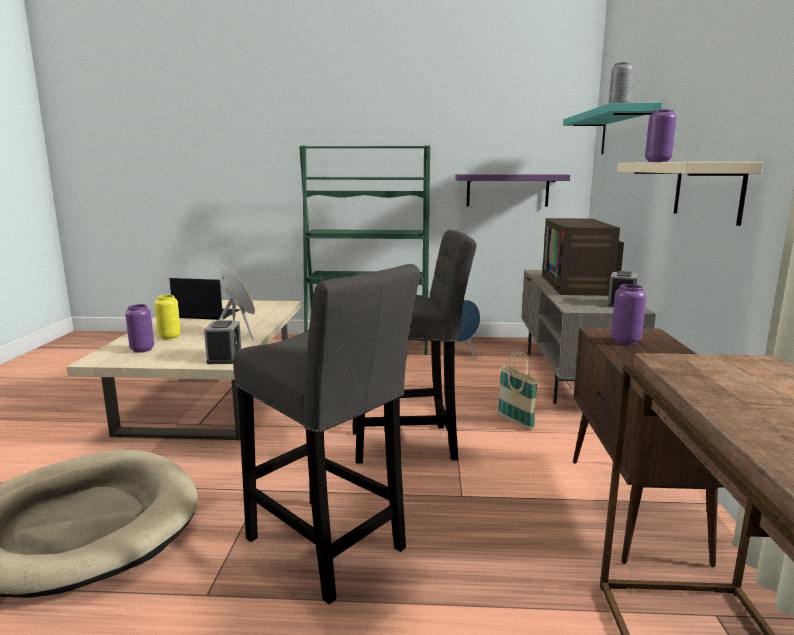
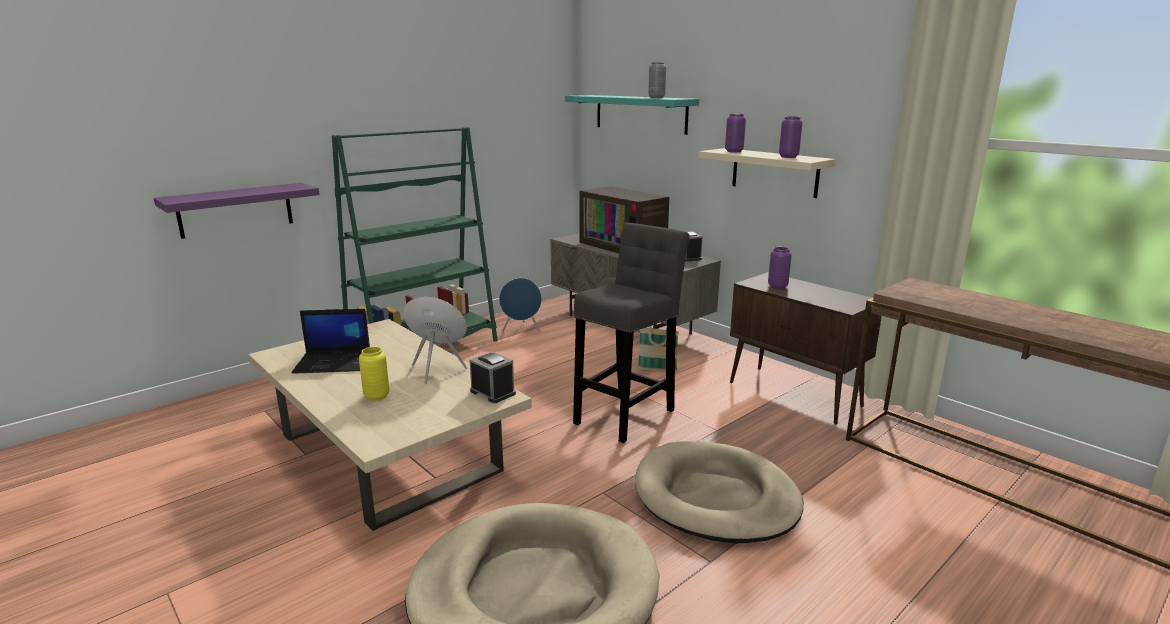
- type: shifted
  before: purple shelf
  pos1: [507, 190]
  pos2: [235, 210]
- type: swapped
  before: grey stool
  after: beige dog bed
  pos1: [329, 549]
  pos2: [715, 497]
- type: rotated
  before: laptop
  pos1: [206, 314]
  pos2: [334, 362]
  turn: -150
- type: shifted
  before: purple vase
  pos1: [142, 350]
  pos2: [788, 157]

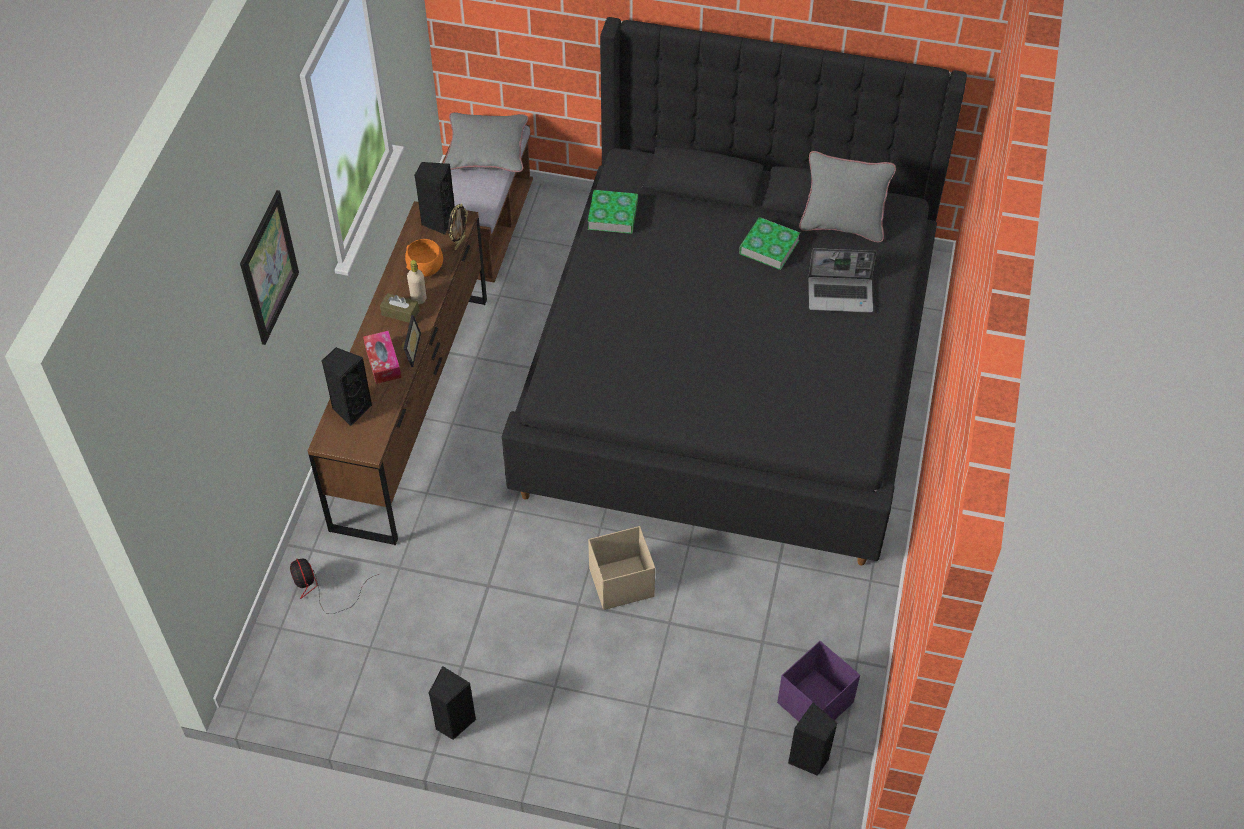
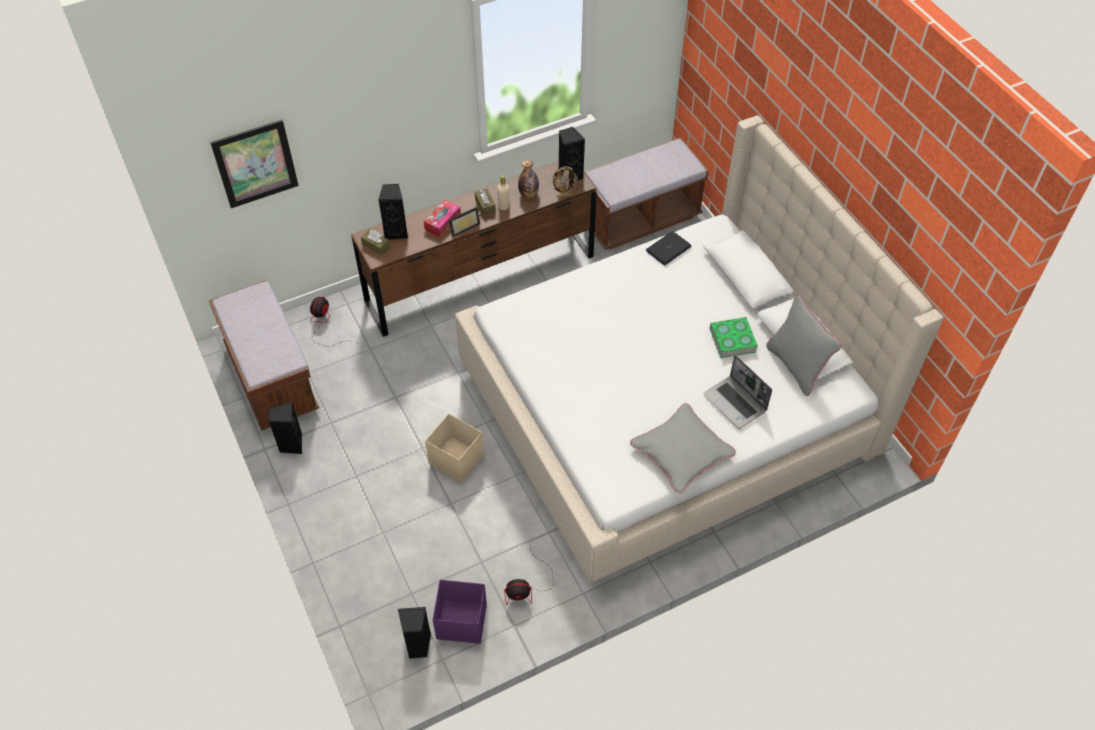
- type: repainted
  before: black bed
  after: beige bed
  pos1: [731, 372]
  pos2: [669, 409]
- type: shifted
  before: grey pillow
  pos1: [486, 149]
  pos2: [681, 452]
- type: shifted
  before: picture
  pos1: [269, 268]
  pos2: [255, 164]
- type: swapped
  before: book
  after: laptop
  pos1: [613, 215]
  pos2: [668, 249]
- type: swapped
  before: orange bowl
  after: bottle
  pos1: [426, 269]
  pos2: [528, 194]
- type: new
  after: brown tissue box
  pos2: [376, 246]
- type: new
  after: brown bench
  pos2: [271, 379]
- type: new
  after: fan
  pos2: [527, 588]

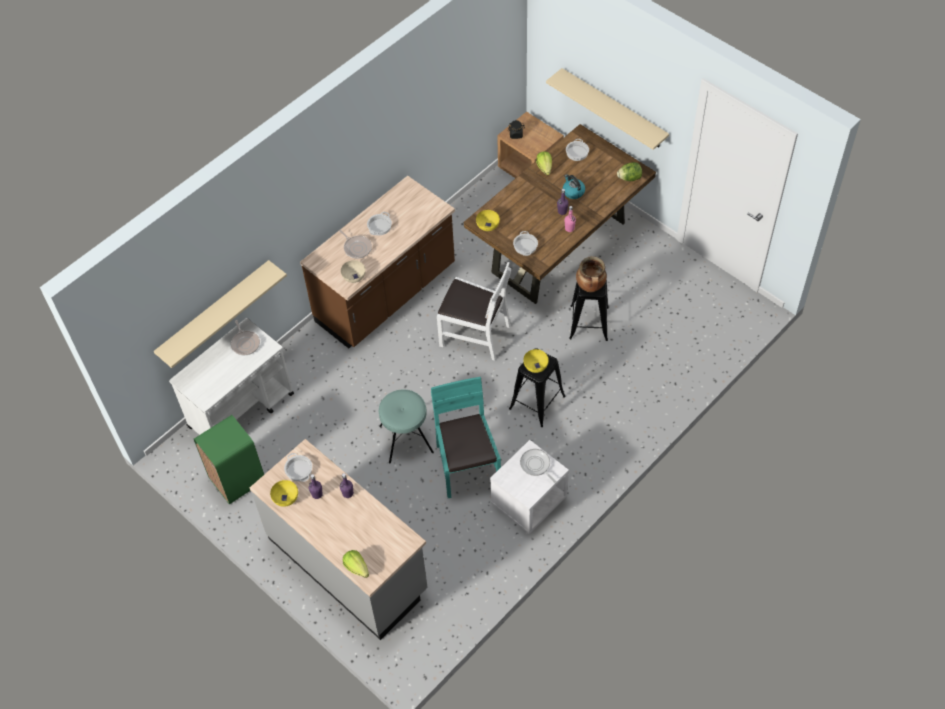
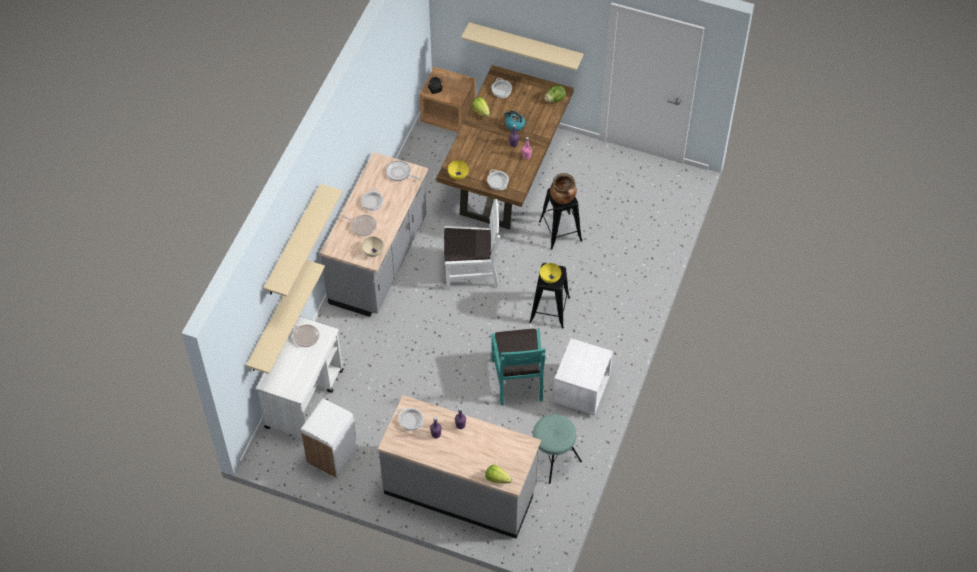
- type: repainted
  before: brown counter
  after: grey counter
  pos1: [386, 295]
  pos2: [379, 261]
- type: rotated
  before: turquoise chair
  pos1: [467, 466]
  pos2: [518, 379]
  turn: -150
- type: shifted
  before: turquoise stool
  pos1: [406, 439]
  pos2: [553, 458]
- type: repainted
  before: green trash can
  after: white trash can
  pos1: [237, 479]
  pos2: [331, 456]
- type: shifted
  before: frying pan
  pos1: [536, 465]
  pos2: [399, 173]
- type: gone
  before: yellow bowl
  pos1: [285, 498]
- type: new
  after: beige shelf
  pos2: [293, 241]

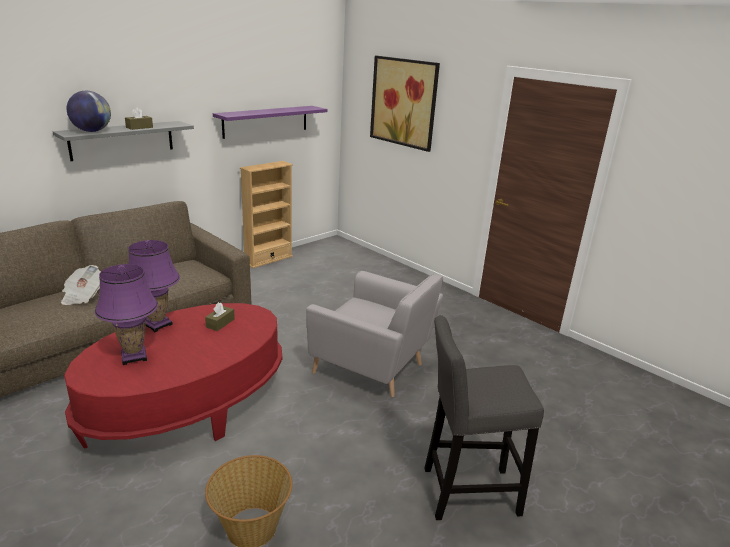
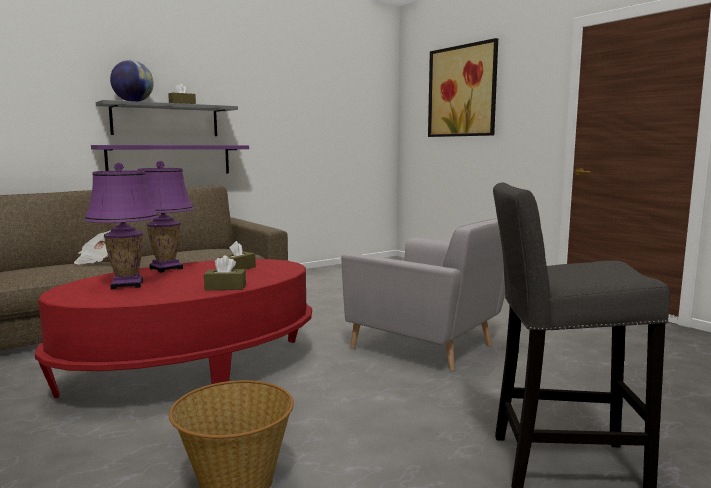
- type: shifted
  before: purple shelf
  pos1: [266, 121]
  pos2: [170, 160]
- type: gone
  before: beige bookcase
  pos1: [268, 259]
- type: new
  after: brown tissue box
  pos2: [225, 287]

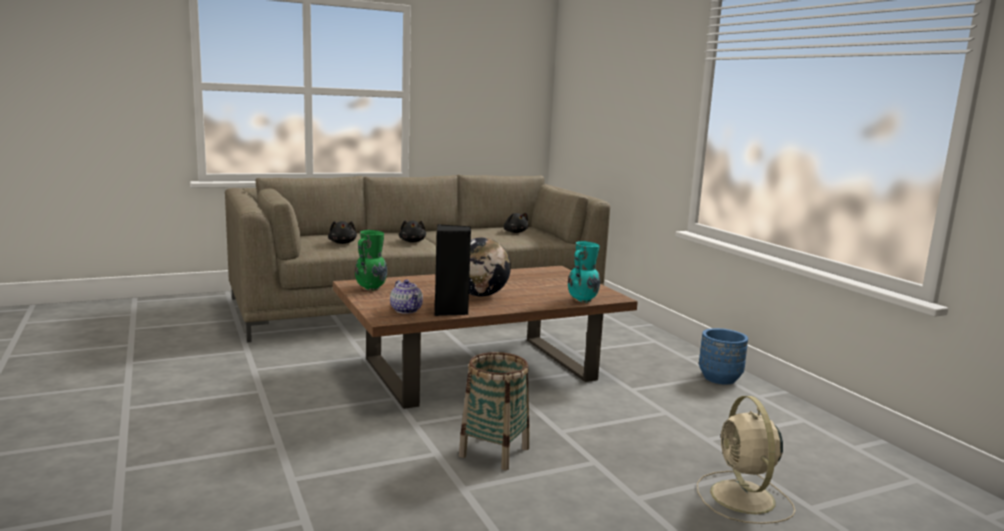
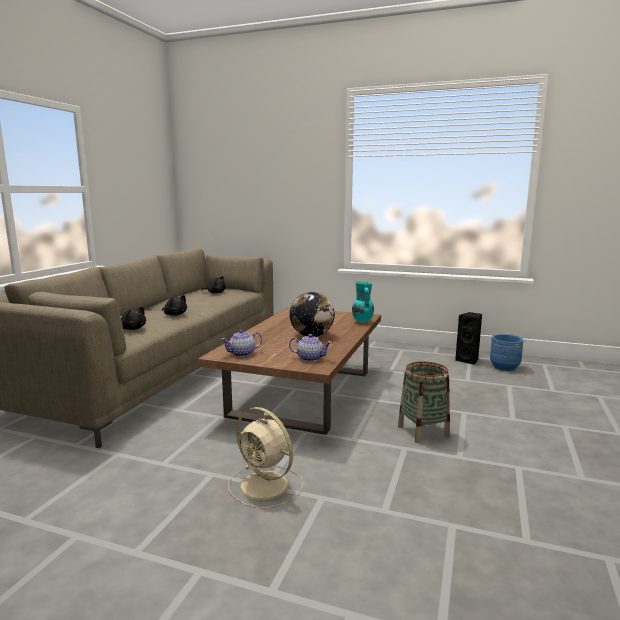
- type: shifted
  before: black speaker
  pos1: [451, 311]
  pos2: [468, 360]
- type: swapped
  before: green vase
  after: teapot
  pos1: [371, 288]
  pos2: [242, 354]
- type: shifted
  before: blue planter
  pos1: [720, 378]
  pos2: [504, 367]
- type: shifted
  before: beige fan
  pos1: [743, 499]
  pos2: [266, 486]

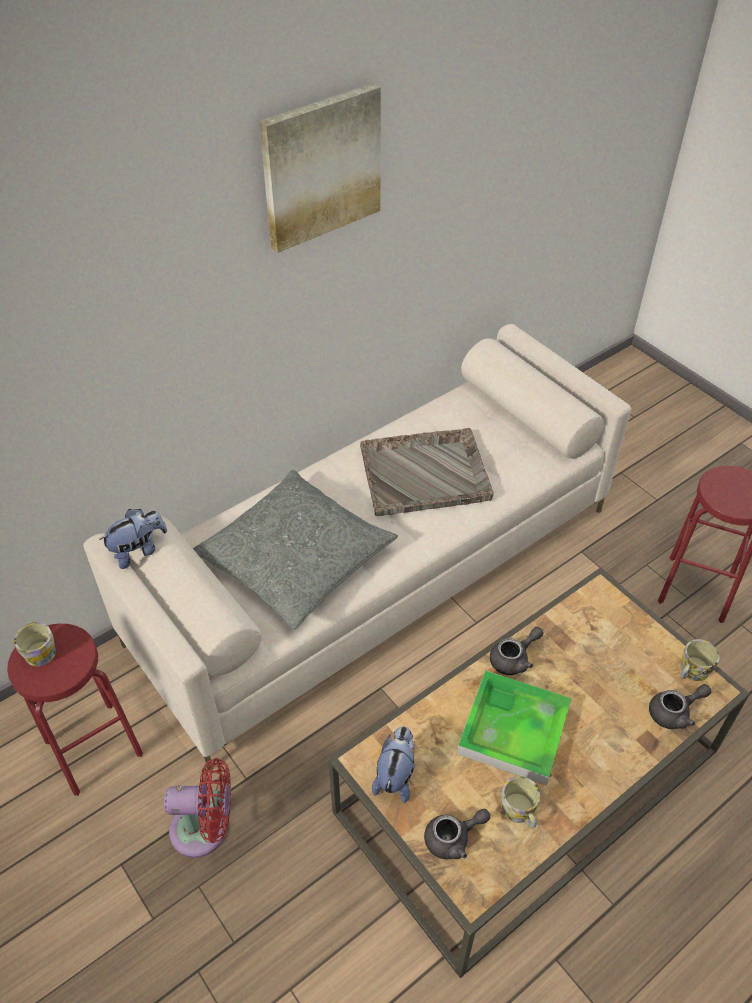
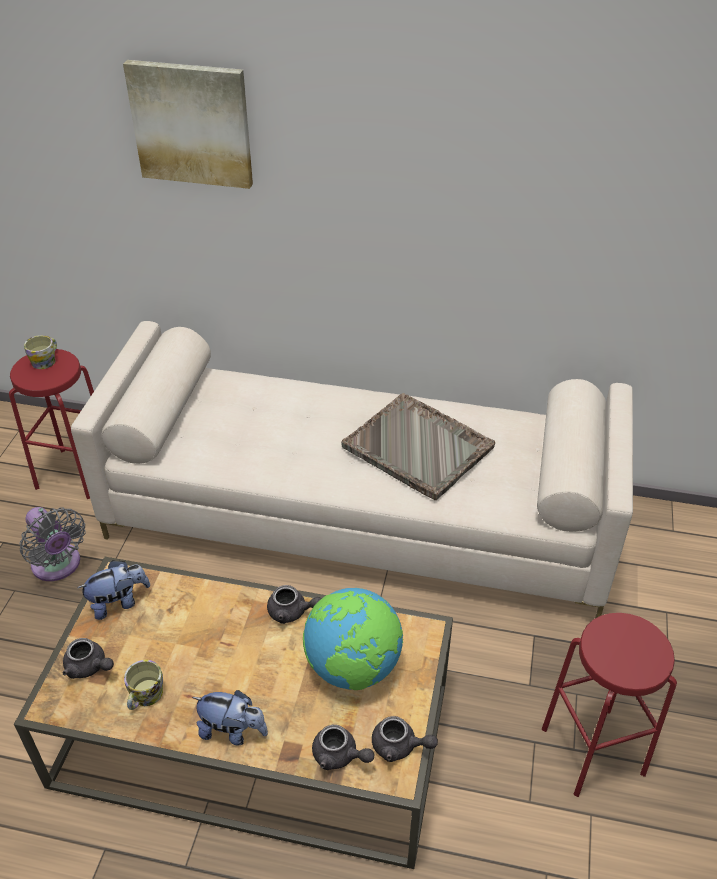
- type: shifted
  before: picture
  pos1: [320, 167]
  pos2: [192, 123]
- type: gone
  before: grey pillow
  pos1: [295, 559]
- type: shifted
  before: plush toy
  pos1: [138, 551]
  pos2: [232, 731]
- type: swapped
  before: mug
  after: grey teapot
  pos1: [691, 671]
  pos2: [399, 746]
- type: gone
  before: tray
  pos1: [513, 730]
- type: repainted
  before: red fan
  after: grey fan
  pos1: [205, 829]
  pos2: [58, 566]
- type: new
  after: globe
  pos2: [353, 667]

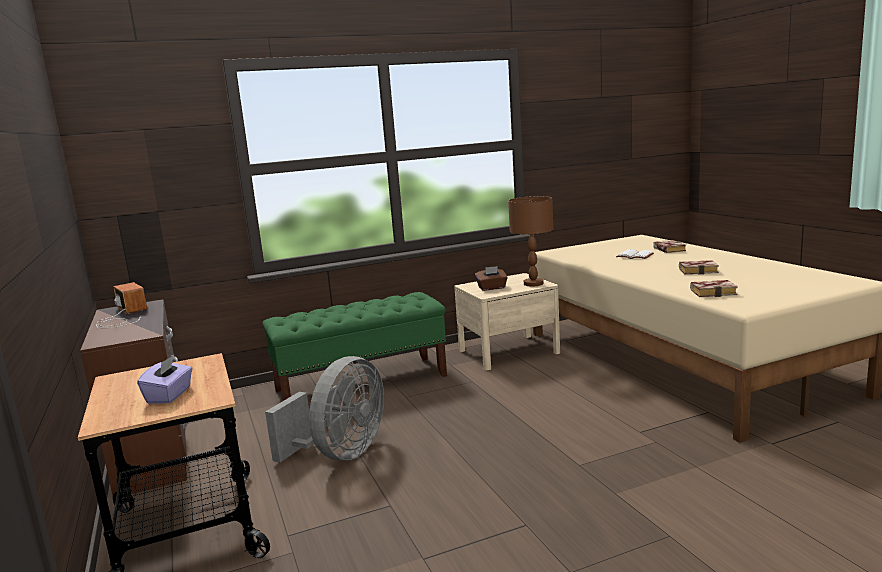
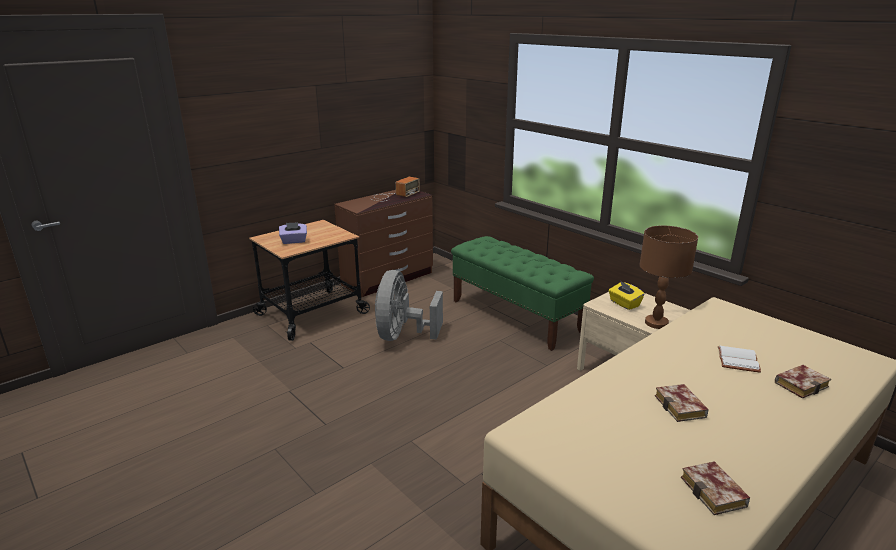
- type: repainted
  before: brown tissue box
  after: yellow tissue box
  pos1: [492, 288]
  pos2: [624, 304]
- type: shifted
  before: book
  pos1: [714, 292]
  pos2: [716, 493]
- type: rotated
  before: grey fan
  pos1: [341, 454]
  pos2: [402, 335]
  turn: 90

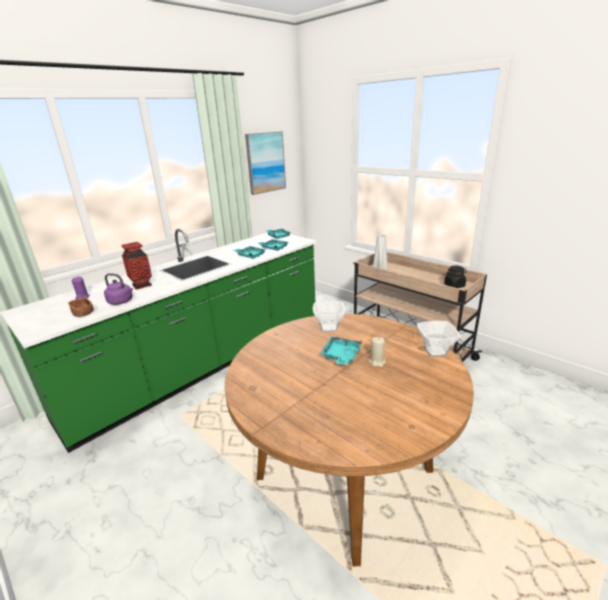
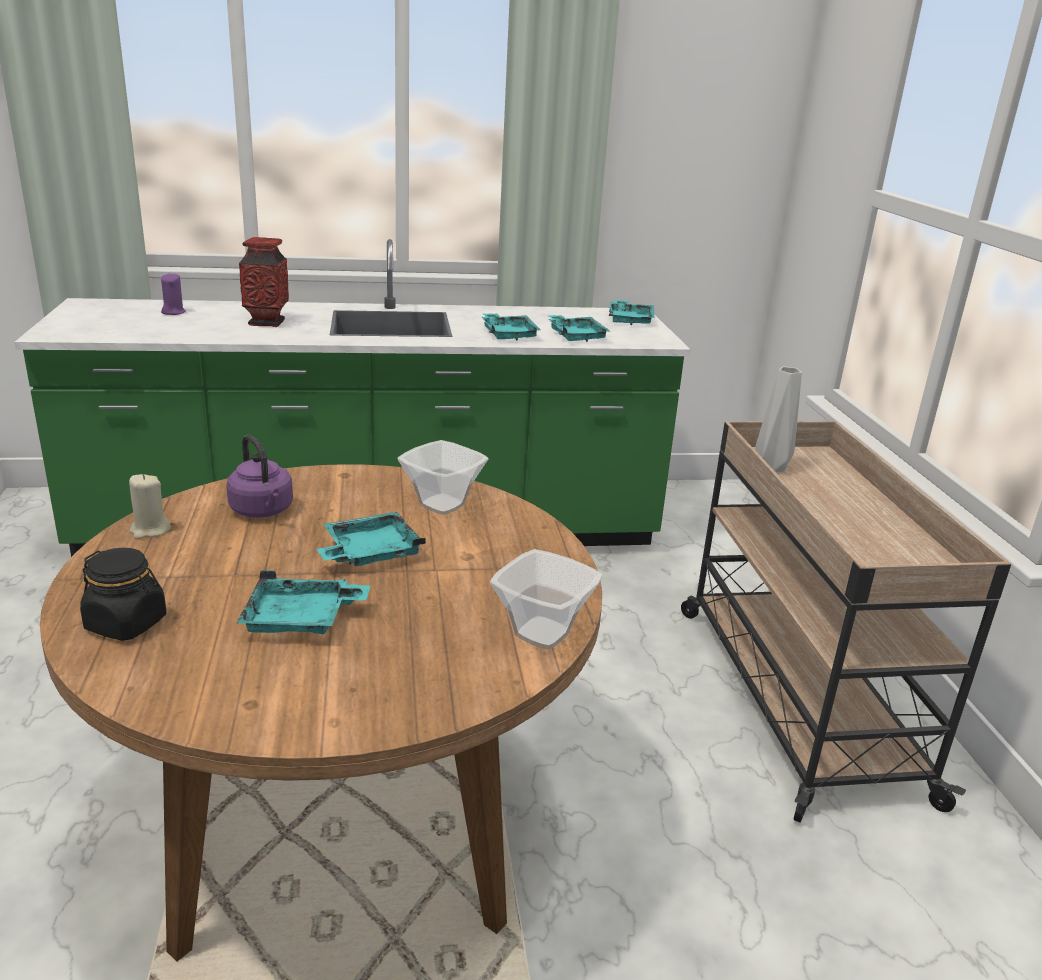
- type: gone
  before: picture
  pos1: [265, 162]
- type: shifted
  before: black jar
  pos1: [454, 285]
  pos2: [127, 623]
- type: shifted
  before: purple kettle
  pos1: [121, 301]
  pos2: [263, 511]
- type: gone
  before: brown bowl
  pos1: [83, 313]
- type: shifted
  before: beige candle
  pos1: [377, 362]
  pos2: [150, 530]
- type: new
  after: turquoise tray
  pos2: [301, 619]

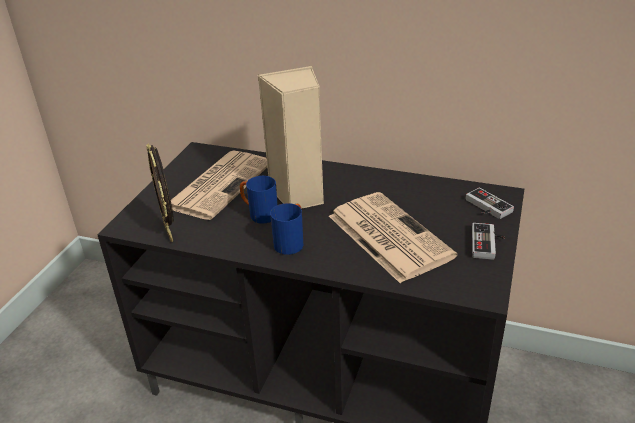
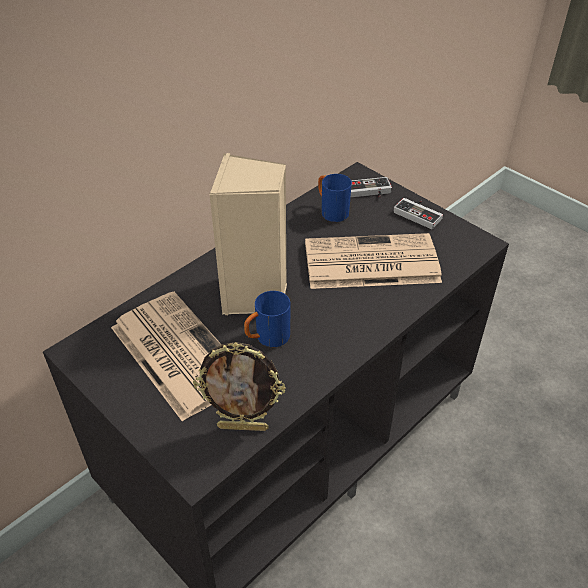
- type: shifted
  before: blue mug
  pos1: [291, 242]
  pos2: [331, 211]

